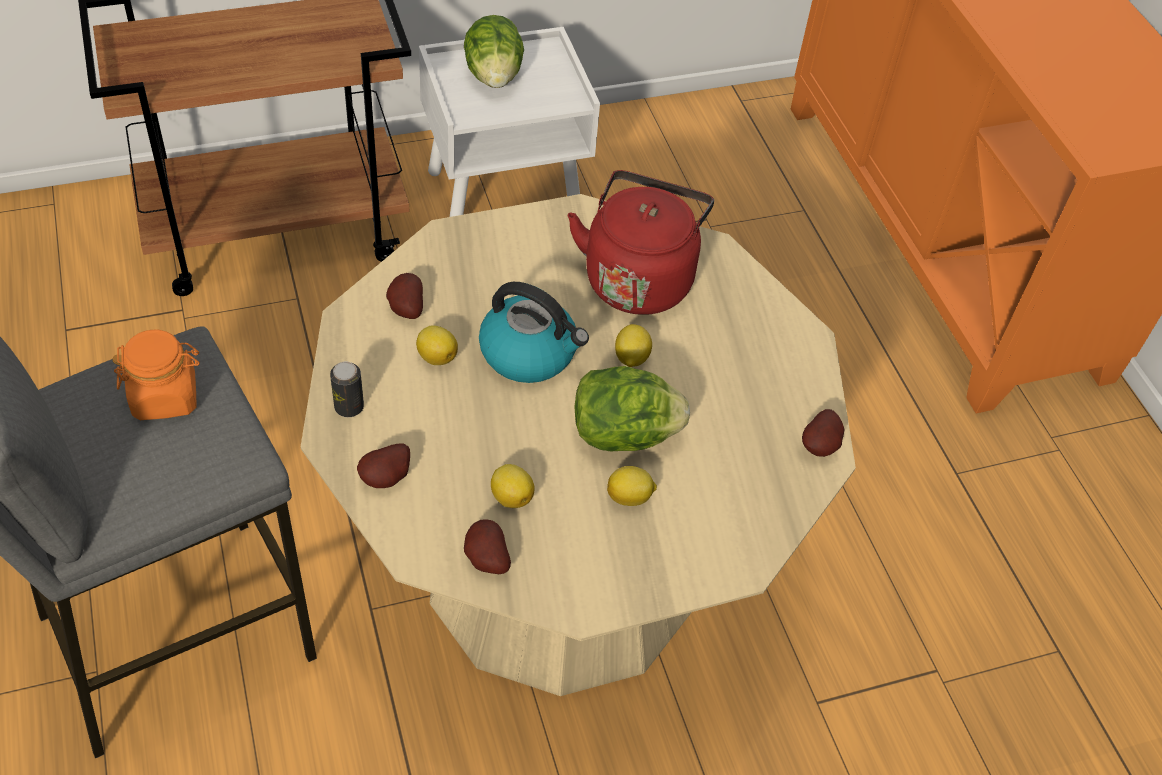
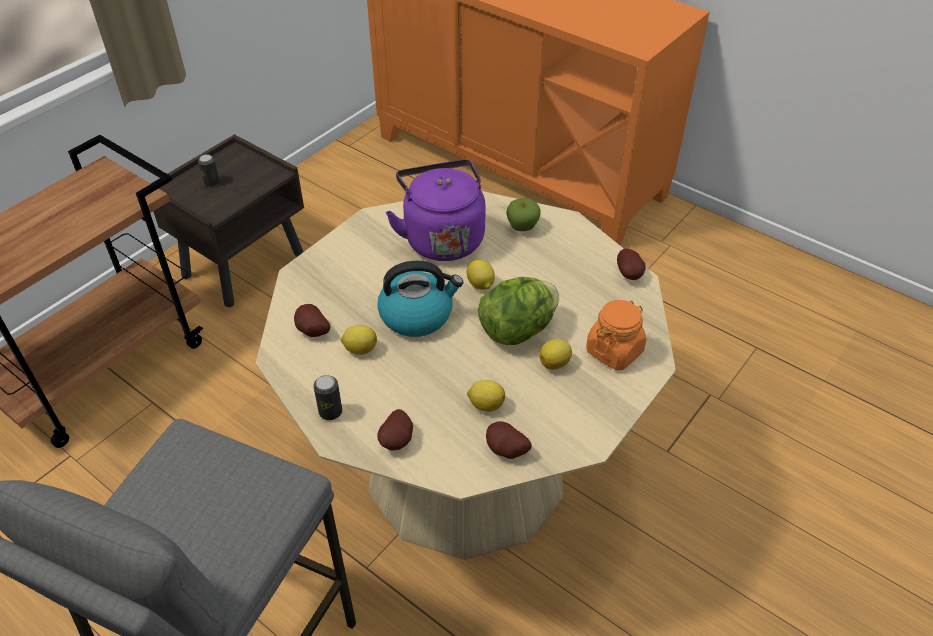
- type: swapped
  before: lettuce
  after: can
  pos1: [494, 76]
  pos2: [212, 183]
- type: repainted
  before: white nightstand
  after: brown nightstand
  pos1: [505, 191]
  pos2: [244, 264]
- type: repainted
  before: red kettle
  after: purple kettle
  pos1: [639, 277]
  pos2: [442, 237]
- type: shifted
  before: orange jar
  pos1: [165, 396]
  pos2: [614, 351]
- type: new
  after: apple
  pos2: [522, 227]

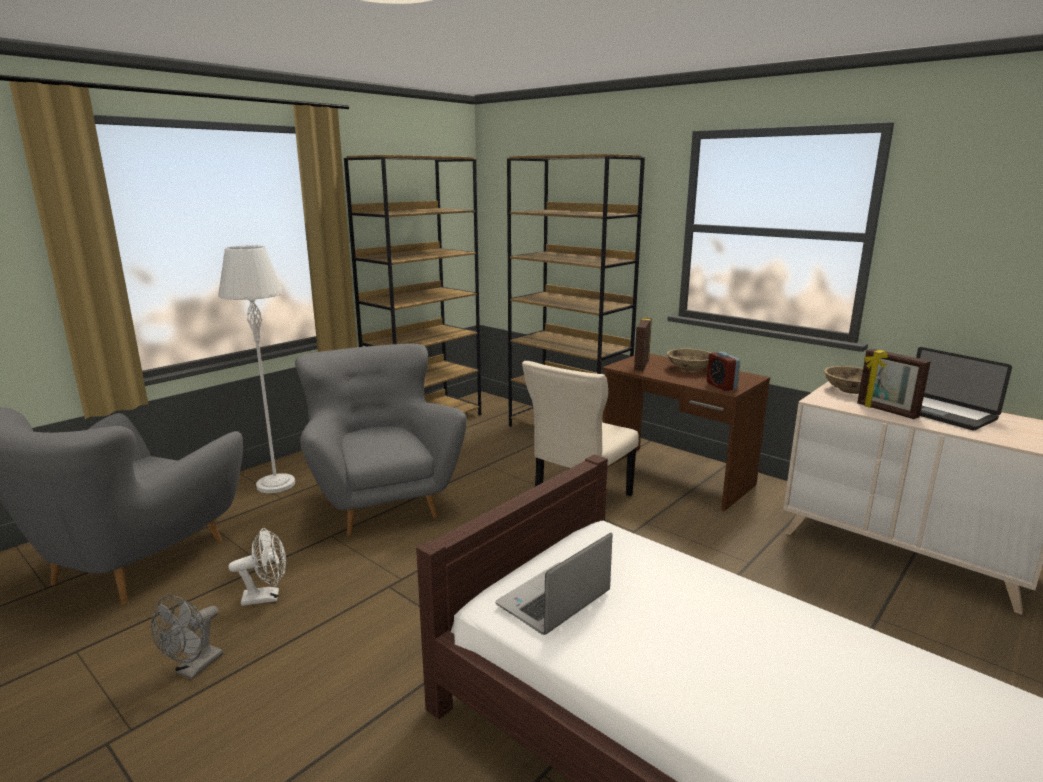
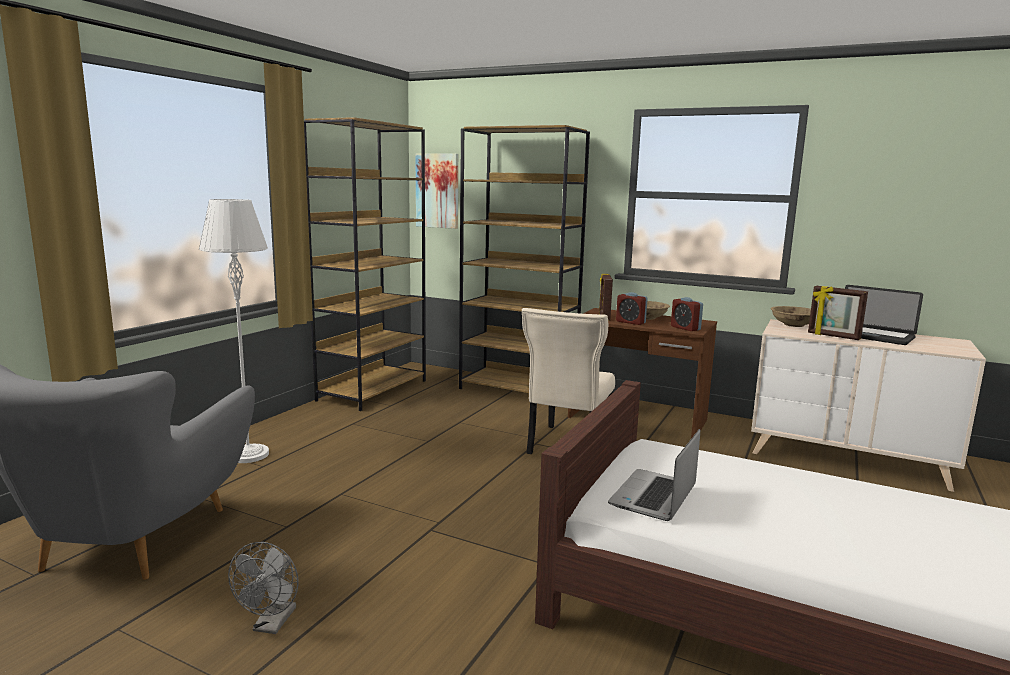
- type: gone
  before: grey armchair
  pos1: [381, 501]
- type: gone
  before: white fan
  pos1: [267, 597]
- type: new
  after: picture
  pos2: [437, 191]
- type: new
  after: alarm clock
  pos2: [630, 322]

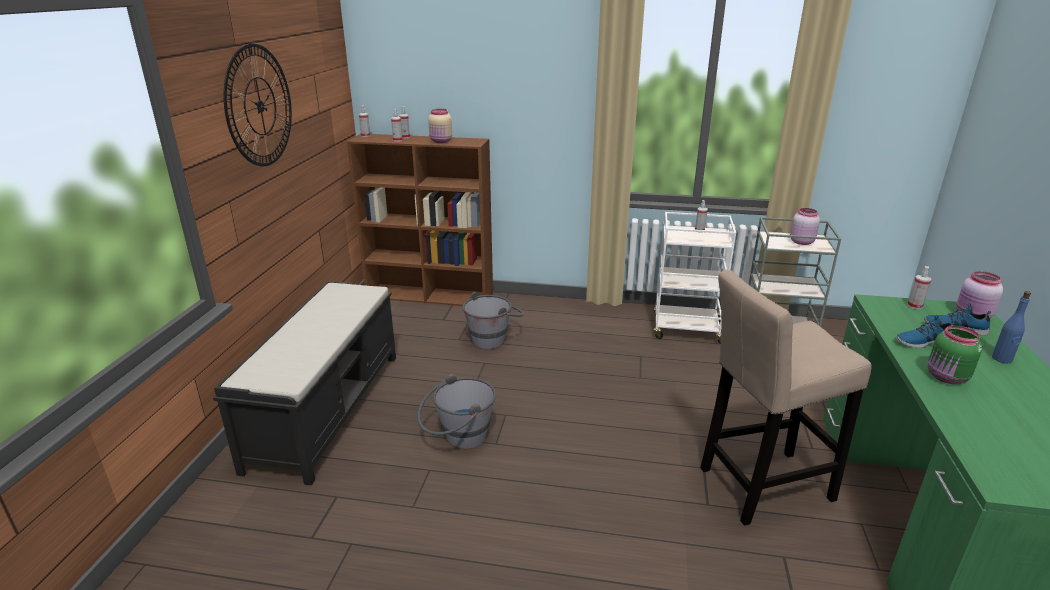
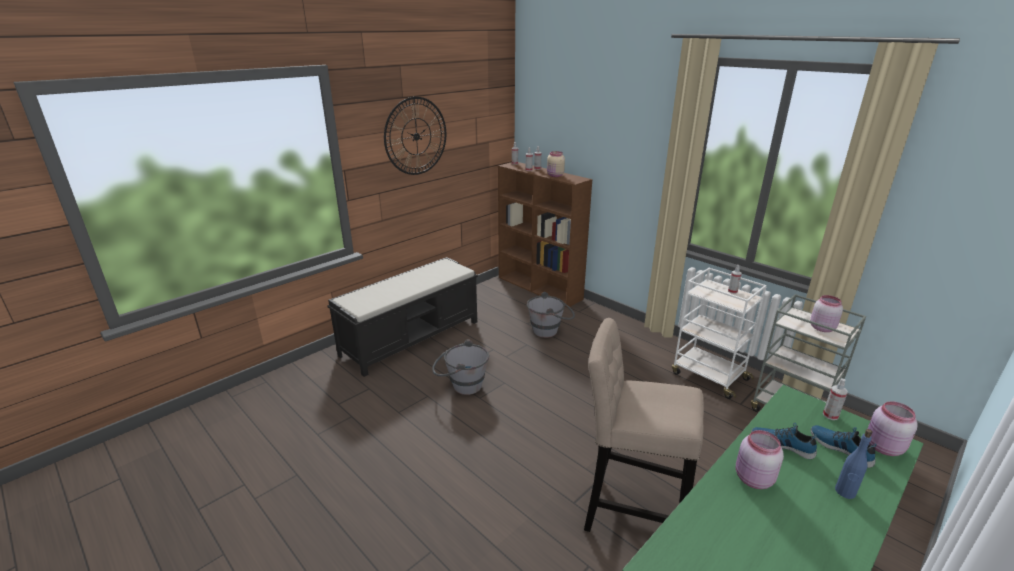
- type: repainted
  before: green jar
  after: pink jar
  pos1: [946, 378]
  pos2: [752, 479]

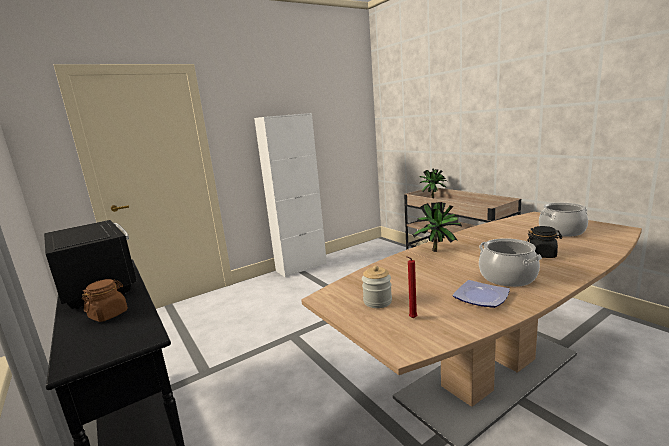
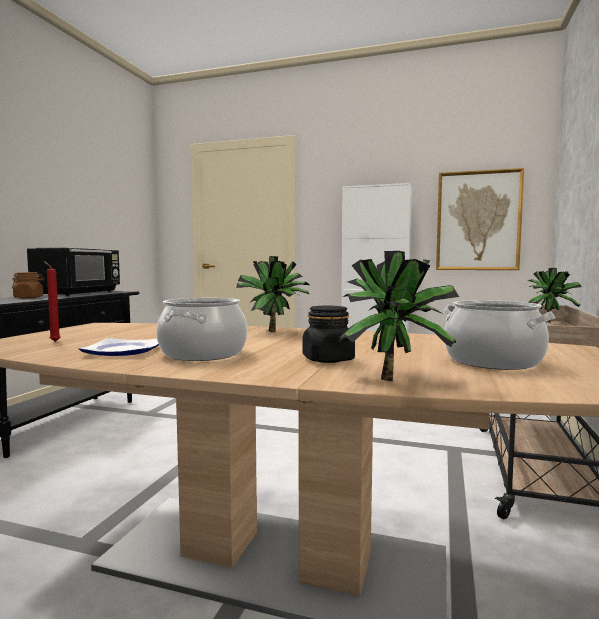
- type: gone
  before: jar
  pos1: [377, 301]
- type: new
  after: picture
  pos2: [478, 221]
- type: new
  after: potted plant
  pos2: [394, 379]

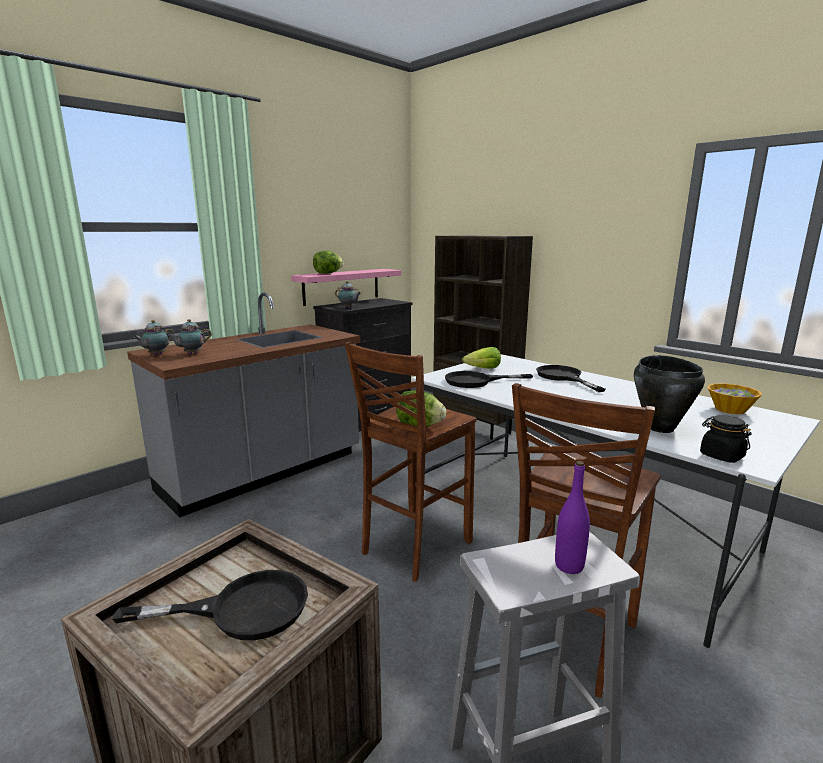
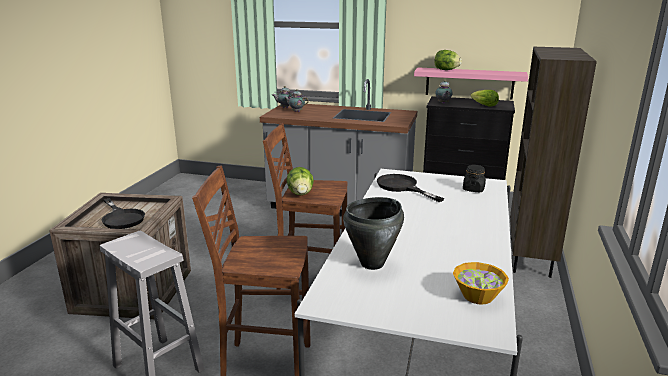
- type: shifted
  before: lettuce
  pos1: [483, 369]
  pos2: [484, 105]
- type: gone
  before: black frying pan
  pos1: [563, 377]
- type: shifted
  before: black jar
  pos1: [721, 456]
  pos2: [473, 189]
- type: gone
  before: purple bottle
  pos1: [569, 566]

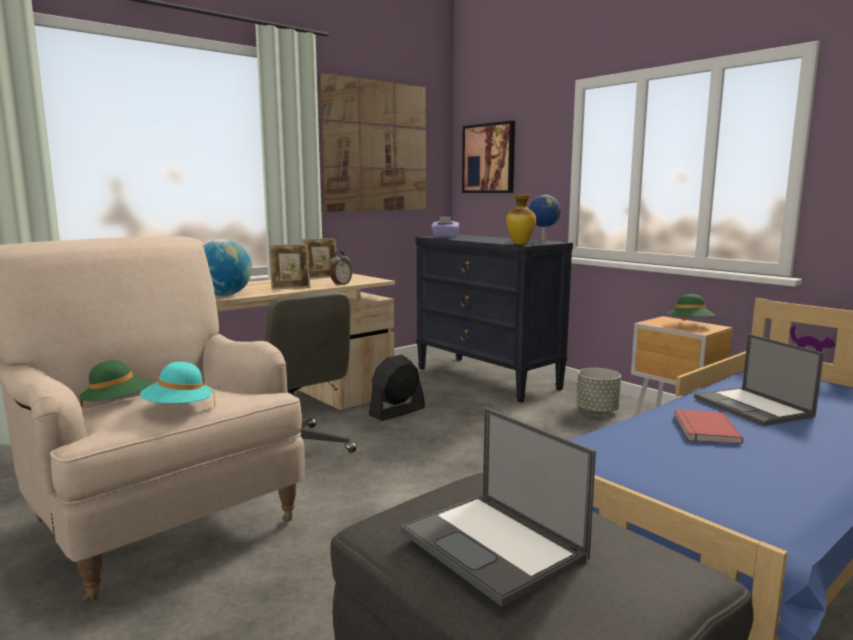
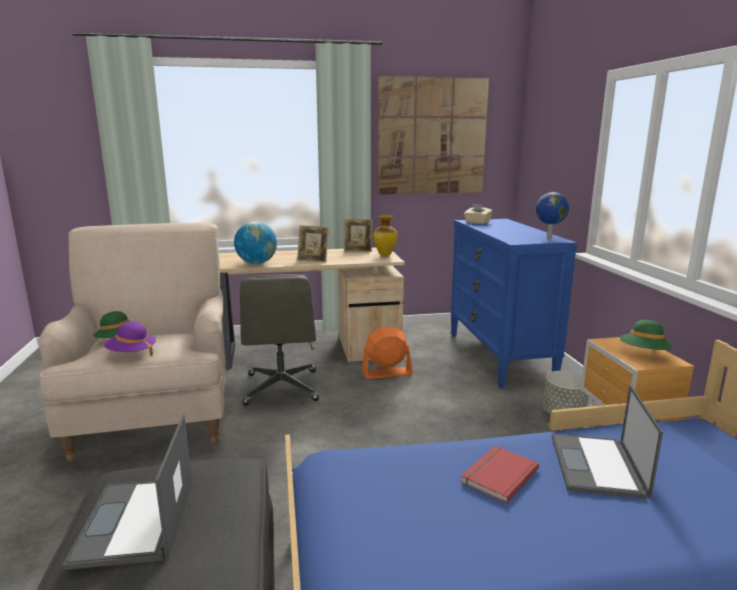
- type: gone
  before: picture
  pos1: [489, 158]
- type: shifted
  before: vase
  pos1: [519, 244]
  pos2: [384, 255]
- type: repainted
  before: purple tissue box
  after: beige tissue box
  pos1: [445, 237]
  pos2: [477, 222]
- type: repainted
  before: black dresser
  after: blue dresser
  pos1: [487, 378]
  pos2: [499, 357]
- type: gone
  before: alarm clock
  pos1: [340, 284]
- type: repainted
  before: black fan
  after: orange fan
  pos1: [397, 412]
  pos2: [386, 373]
- type: repainted
  before: turquoise hat
  after: purple hat
  pos1: [178, 409]
  pos2: [131, 353]

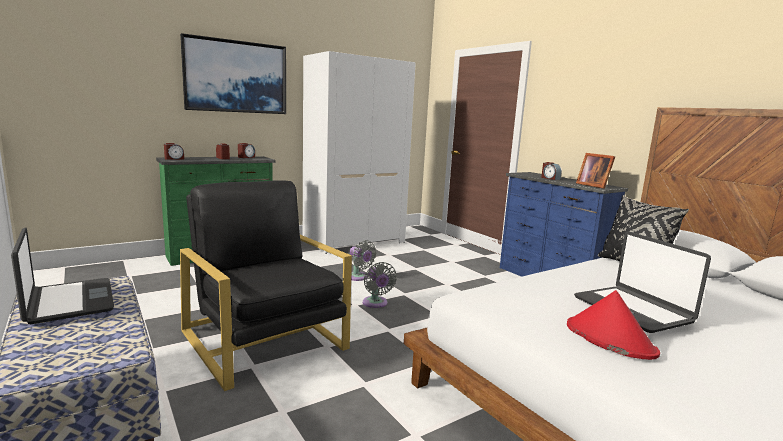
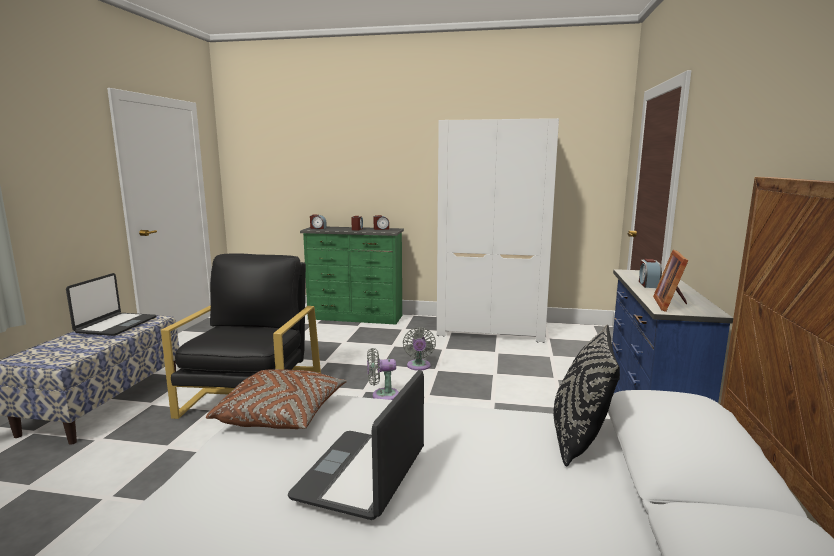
- type: gone
  before: picture
  pos1: [236, 77]
- type: rotated
  before: grey fan
  pos1: [376, 303]
  pos2: [382, 395]
  turn: 60
- type: gone
  before: red hat
  pos1: [609, 338]
- type: new
  after: brown pillow
  pos2: [282, 415]

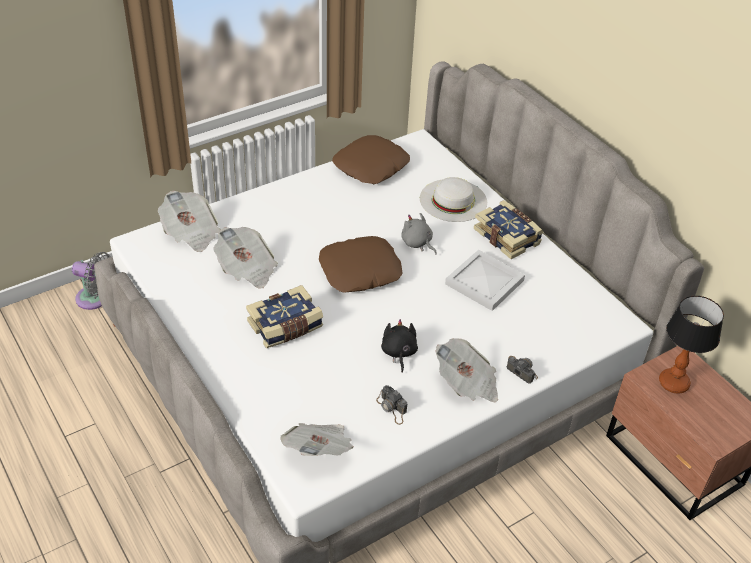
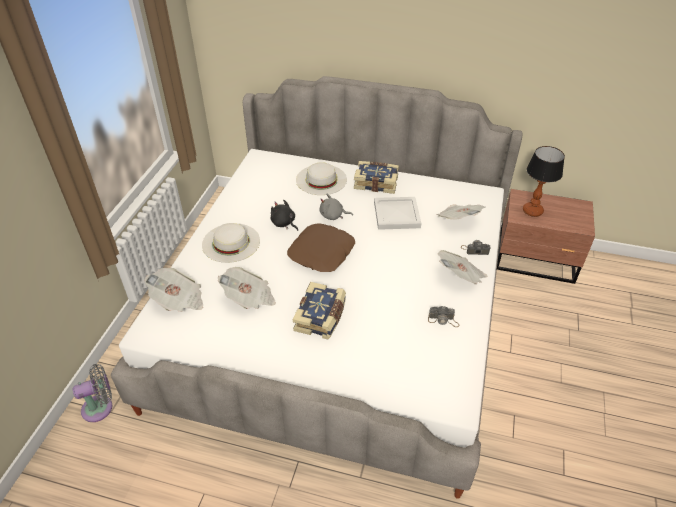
- type: gone
  before: brown pillow
  pos1: [371, 166]
- type: shifted
  before: black plush toy
  pos1: [398, 352]
  pos2: [284, 223]
- type: shifted
  before: newspaper
  pos1: [319, 450]
  pos2: [458, 220]
- type: new
  after: white hat
  pos2: [231, 242]

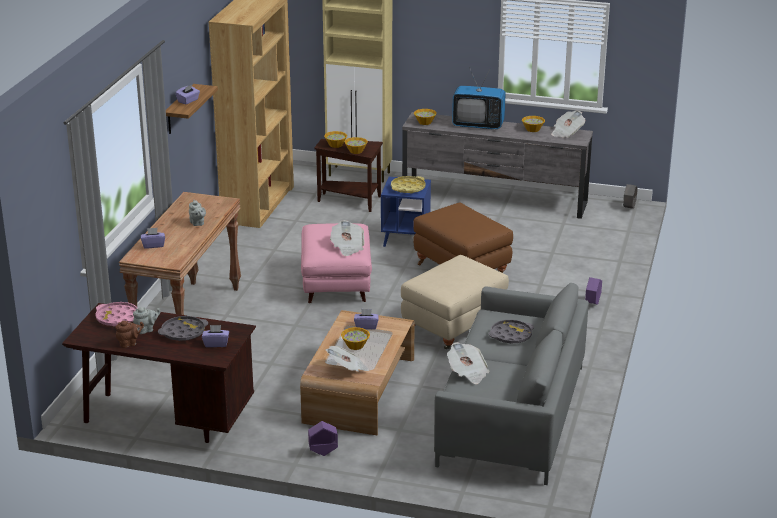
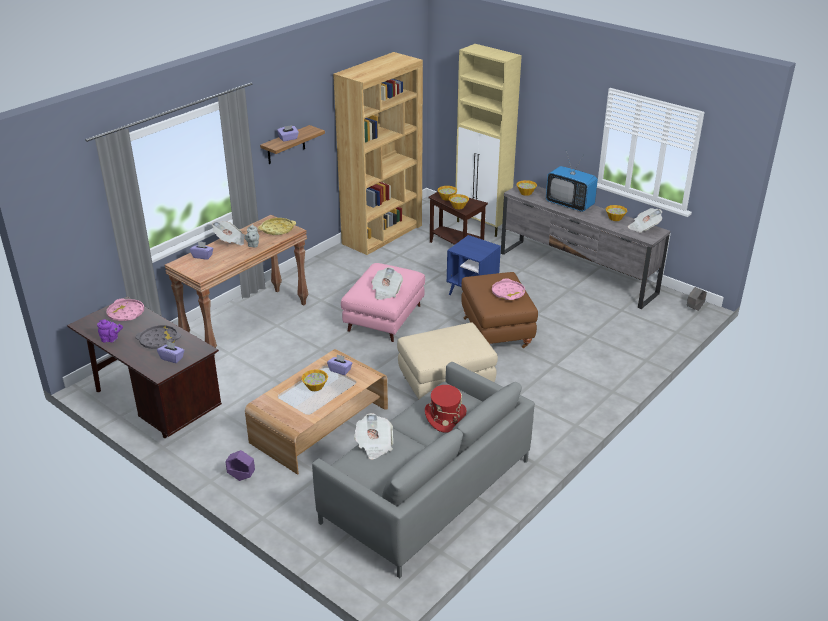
- type: shifted
  before: yellow tray
  pos1: [408, 188]
  pos2: [277, 229]
- type: gone
  before: purple planter
  pos1: [592, 303]
- type: gone
  before: grey teapot
  pos1: [146, 330]
- type: swapped
  before: grey tray
  after: red hat
  pos1: [511, 335]
  pos2: [445, 417]
- type: repainted
  before: brown teapot
  after: purple teapot
  pos1: [129, 343]
  pos2: [111, 339]
- type: shifted
  before: newspaper
  pos1: [348, 369]
  pos2: [230, 241]
- type: new
  after: pink tray
  pos2: [508, 293]

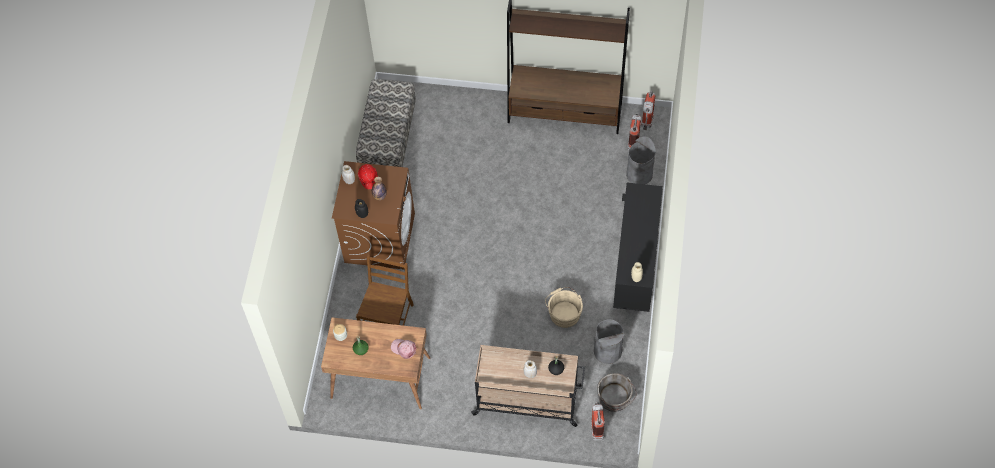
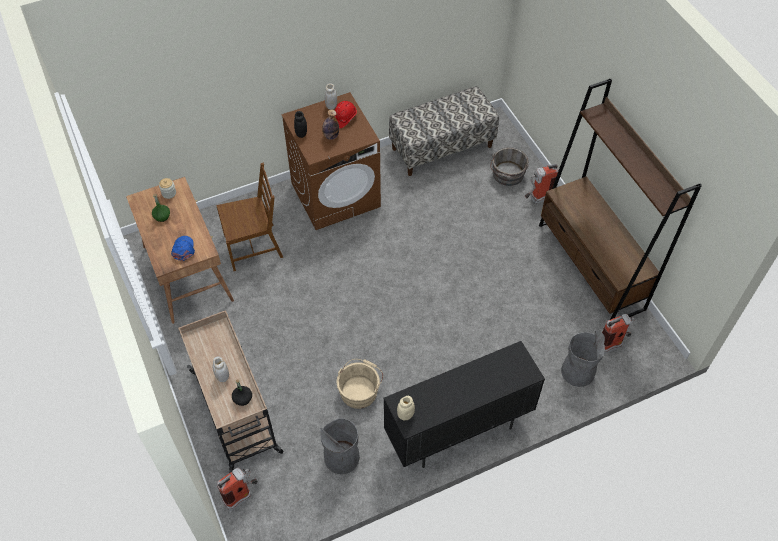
- type: shifted
  before: fire extinguisher
  pos1: [646, 124]
  pos2: [537, 199]
- type: repainted
  before: pink cap
  after: blue cap
  pos1: [404, 349]
  pos2: [183, 249]
- type: shifted
  before: grey bucket
  pos1: [615, 399]
  pos2: [507, 175]

